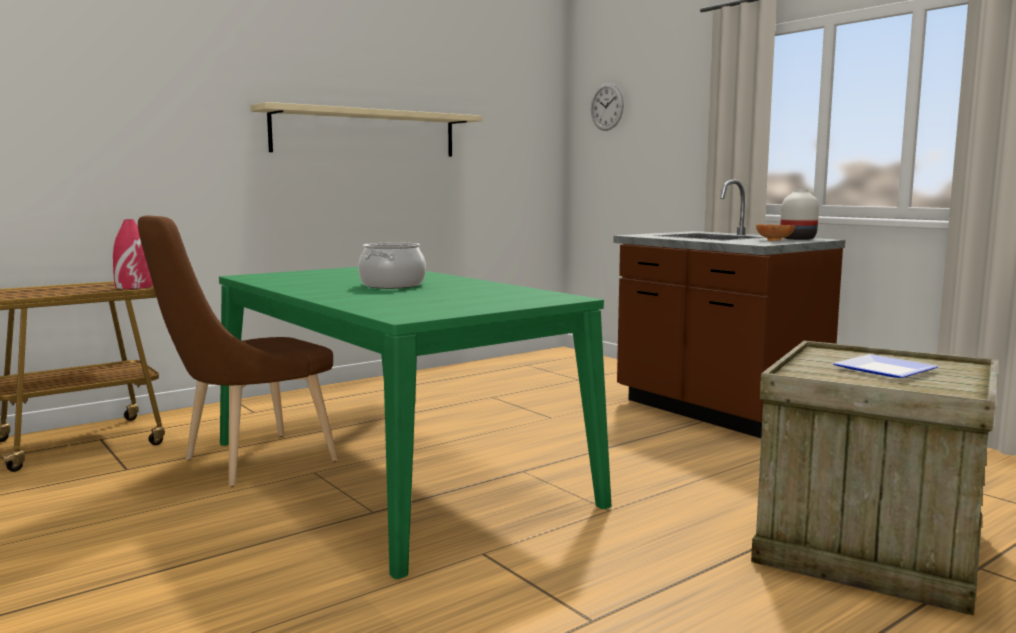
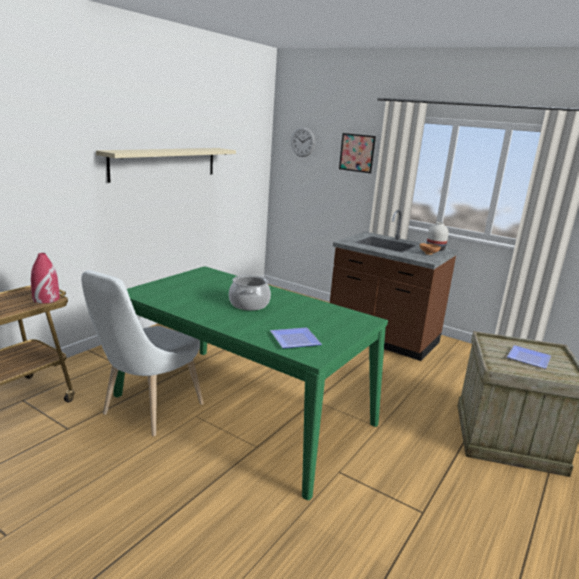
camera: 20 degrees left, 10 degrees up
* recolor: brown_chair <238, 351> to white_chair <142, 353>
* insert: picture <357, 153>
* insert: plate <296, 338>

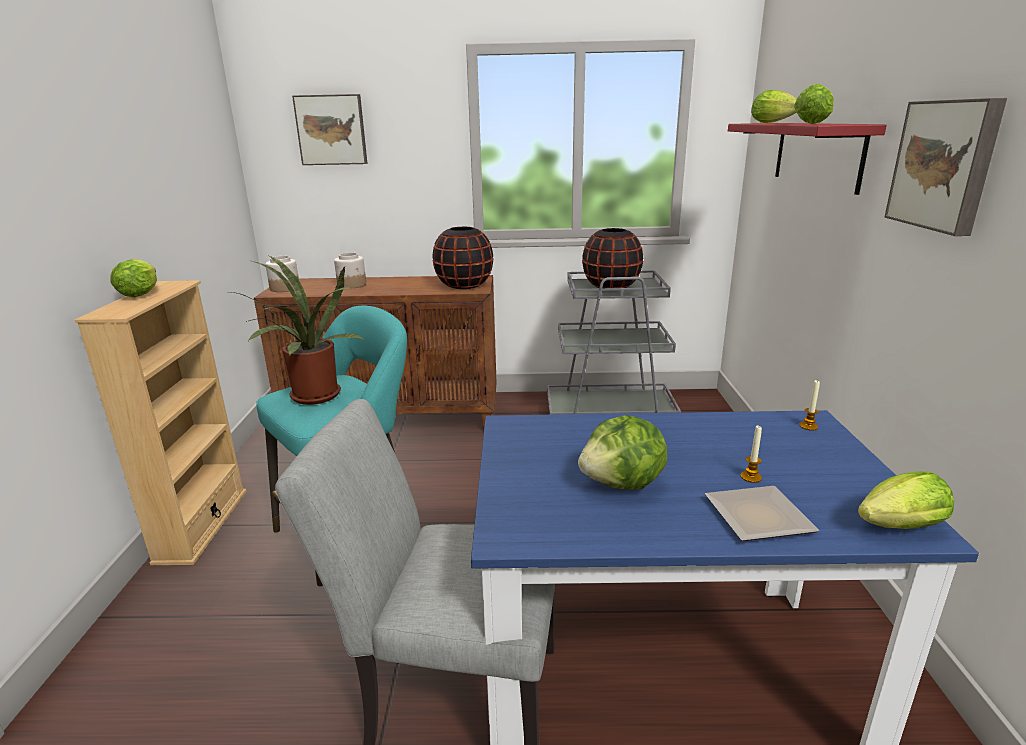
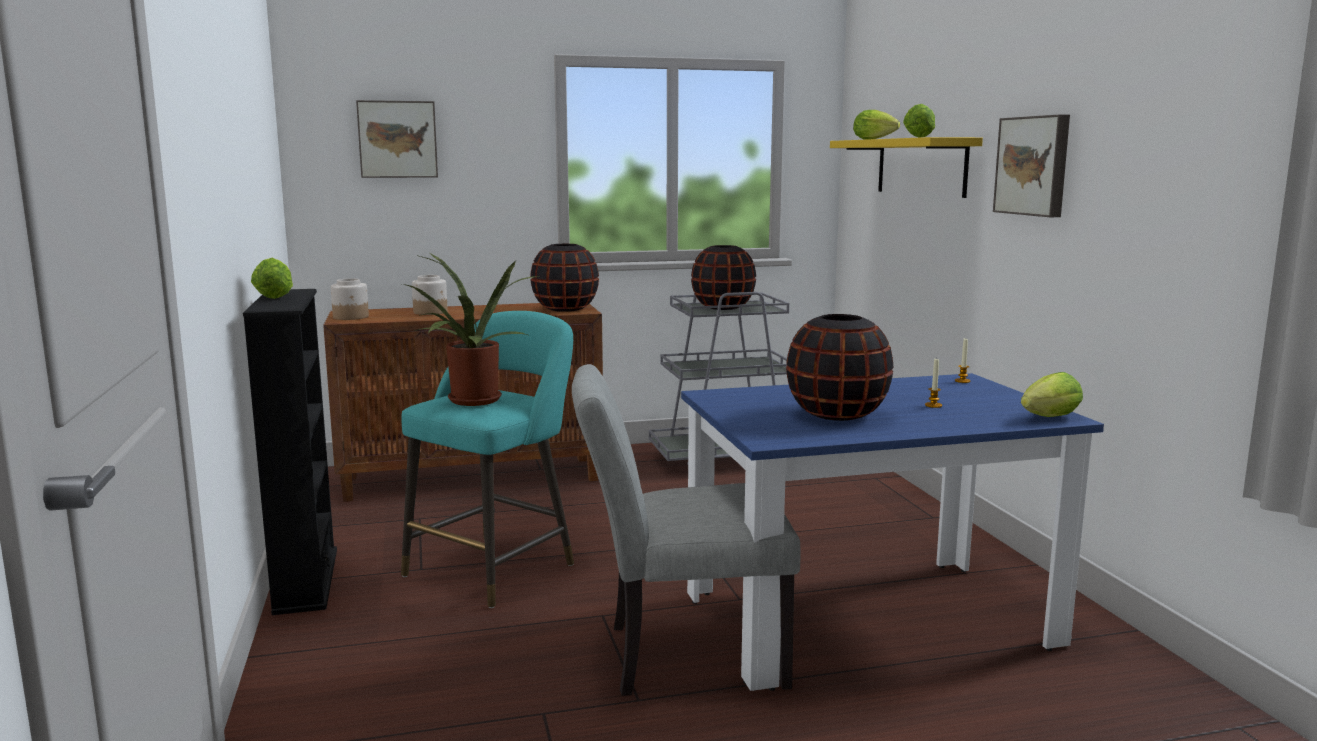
camera: 15 degrees left, 10 degrees down
* recolor: red_shelf <807, 159> to yellow_shelf <906, 167>
* recolor: beige_bookcase <161, 423> to black_bookcase <290, 452>
* replace: lettuce <622, 452> to black_vase <839, 367>
* delete: plate <762, 513>

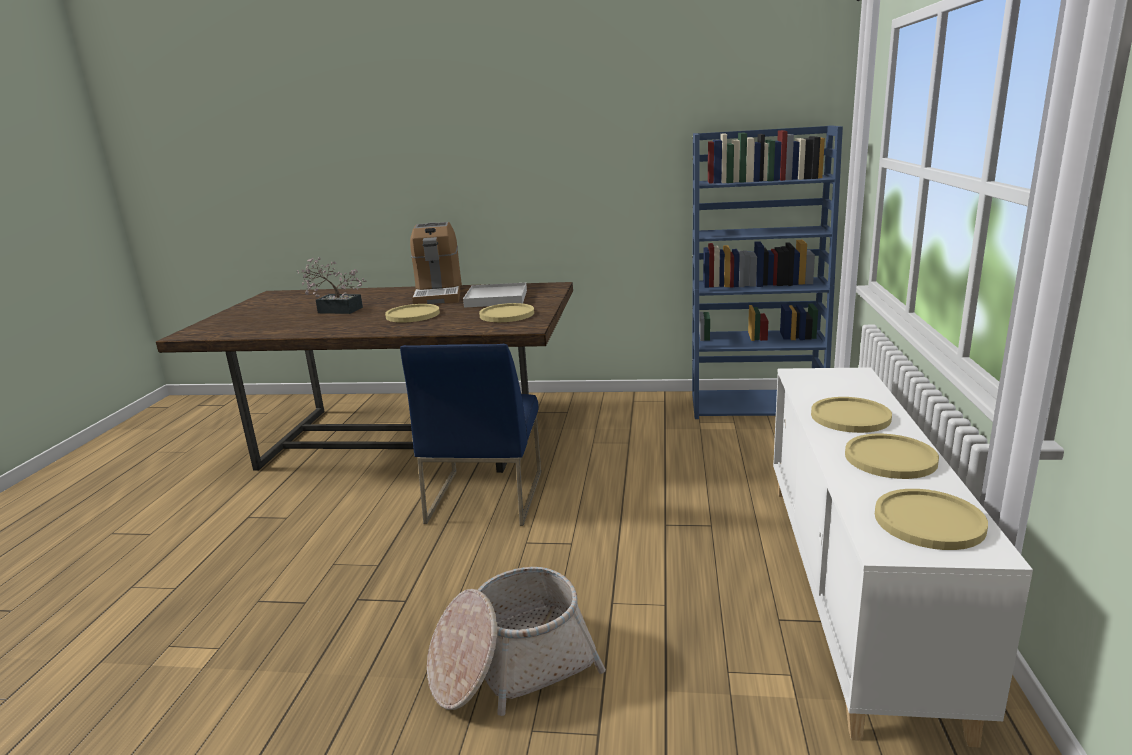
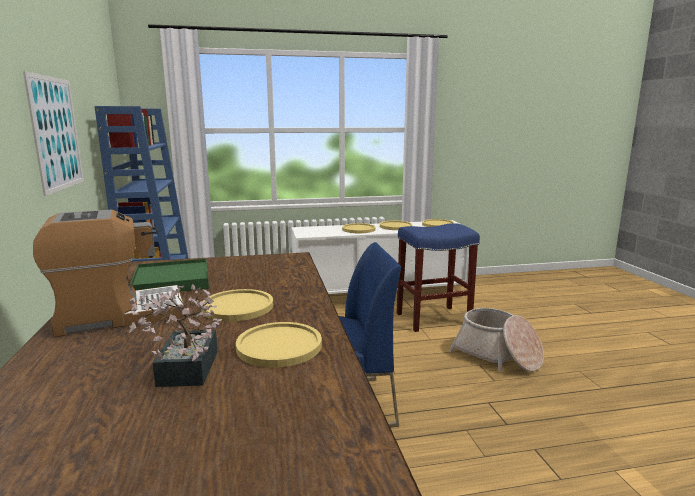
camera: 110 degrees left, 5 degrees down
* recolor: white_tray <495, 295> to green_tray <170, 275>
* move: yellow_plate <506, 312> to <279, 345>
* insert: picture <53, 133>
* insert: blue_stool <438, 277>

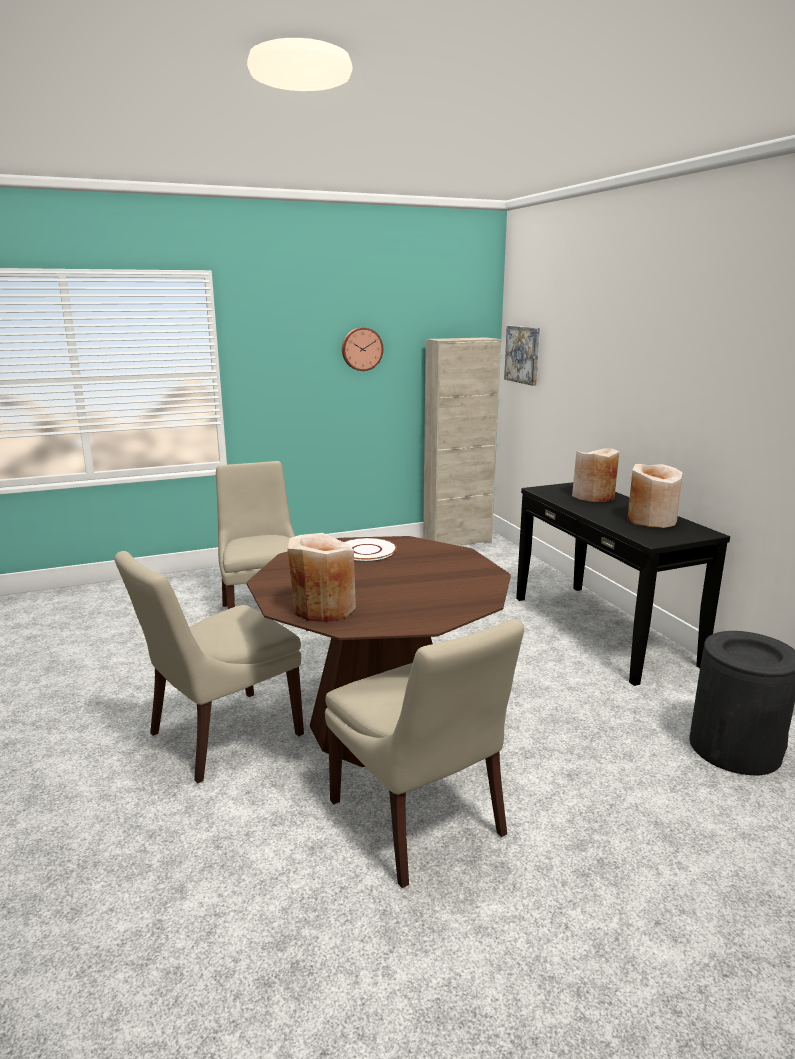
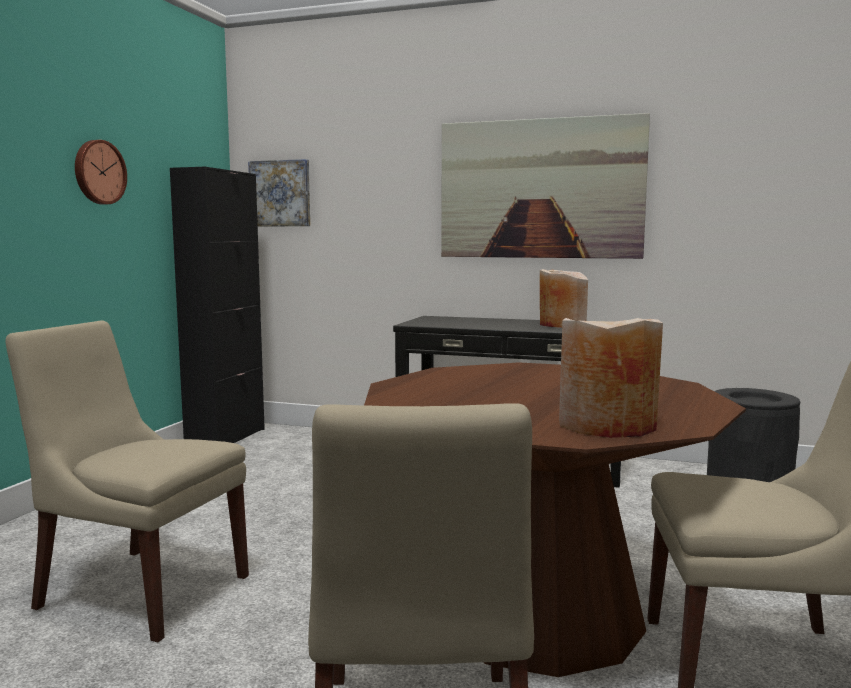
camera: 50 degrees left, 10 degrees down
* recolor: beige_cabinet <462, 441> to black_cabinet <217, 305>
* delete: beige_vase <595, 475>
* delete: white_plate <370, 549>
* insert: picture <545, 186>

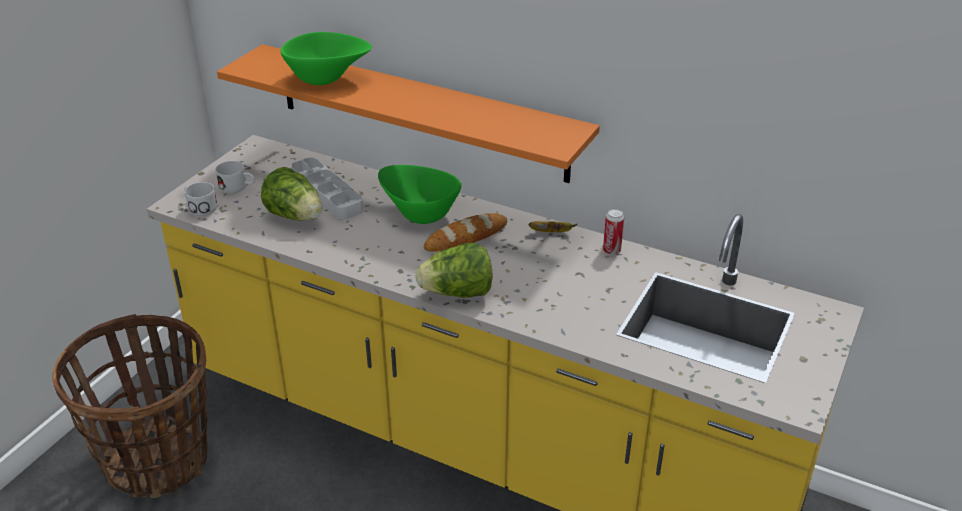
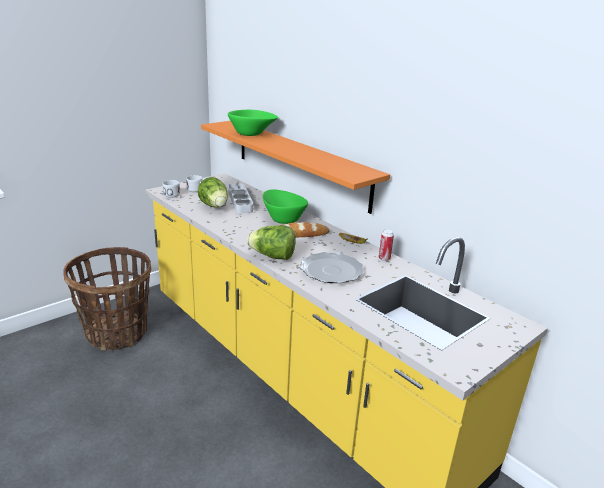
camera: 20 degrees right, 10 degrees down
* insert: plate <332, 267>

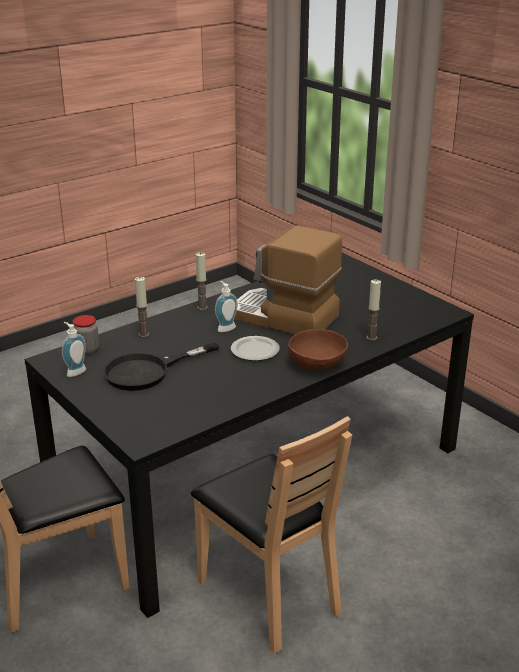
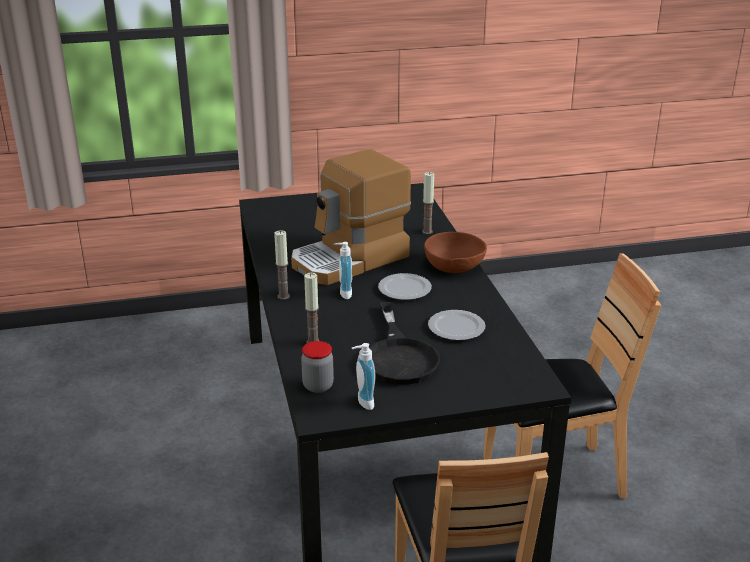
camera: 65 degrees left, 0 degrees up
* insert: plate <457, 325>

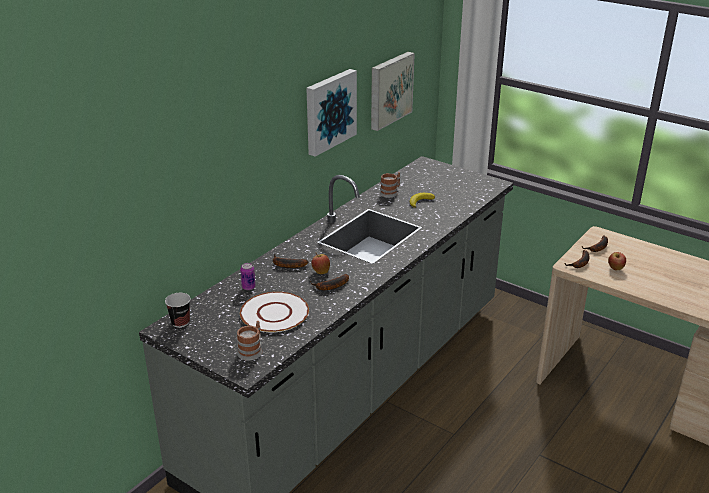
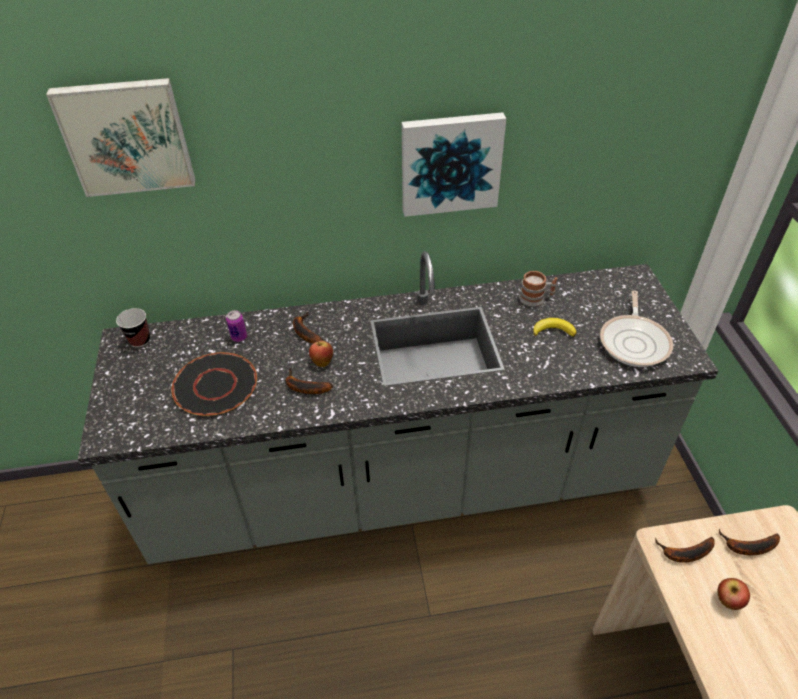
camera: 45 degrees right, 15 degrees up
* move: picture <393, 91> to <120, 137>
* recolor: white_plate <274, 312> to black_plate <214, 384>
* delete: mug <249, 341>
* insert: frying_pan <636, 328>

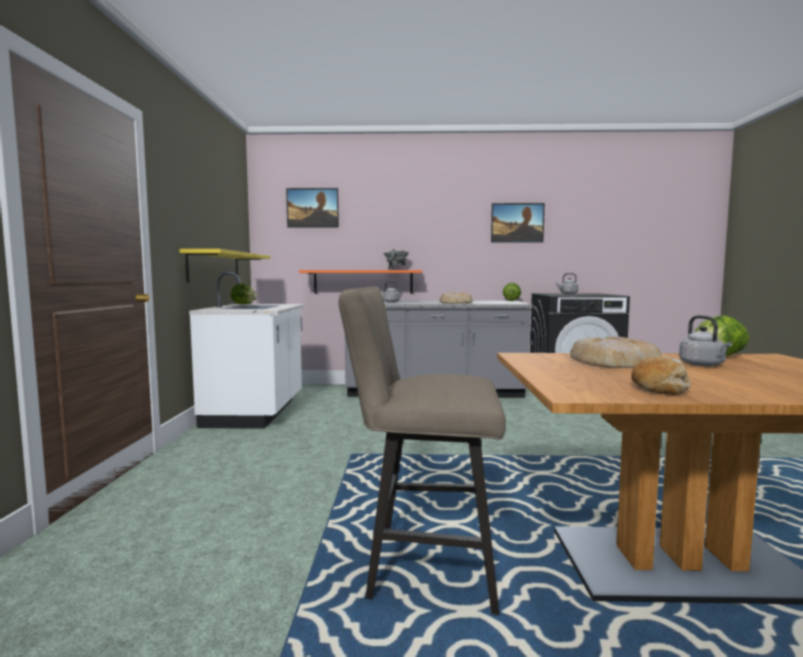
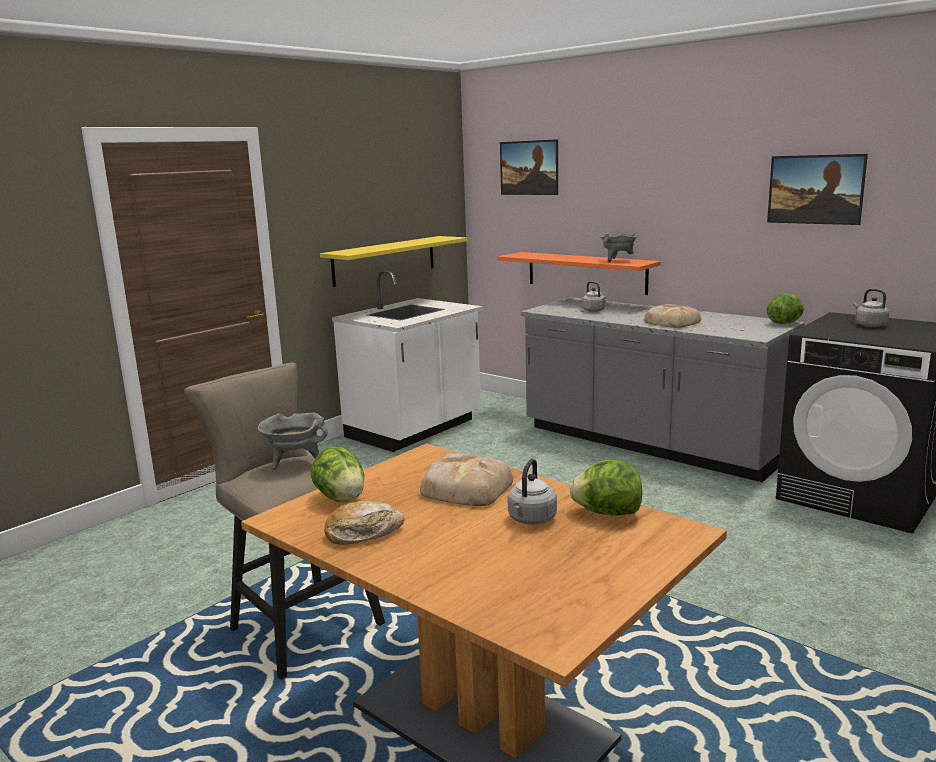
camera: 40 degrees right, 10 degrees up
* move: lettuce <243, 293> to <337, 474>
* insert: grey_cooking_pot <293, 441>

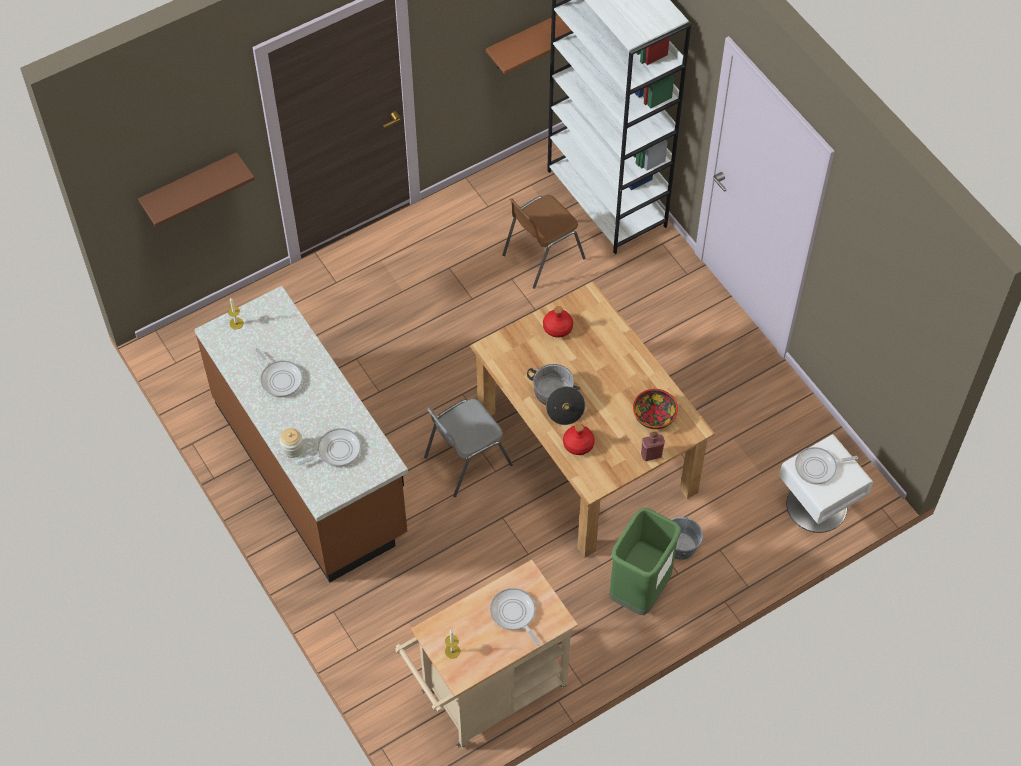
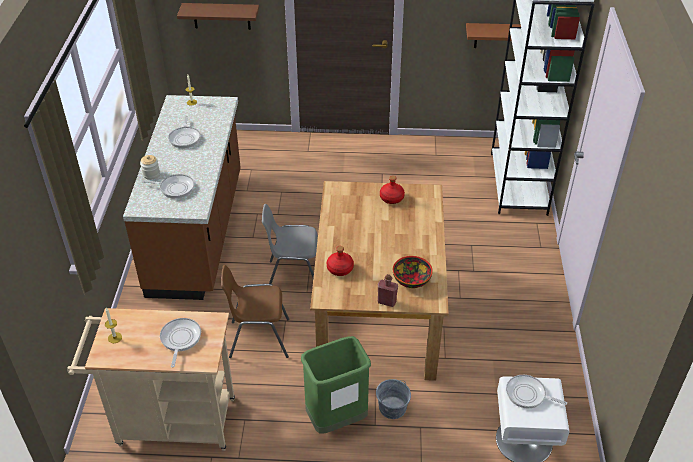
camera: 35 degrees right, 15 degrees down
* move: brown_chair <544, 242> to <255, 311>
* delete: cooking_pot <556, 394>

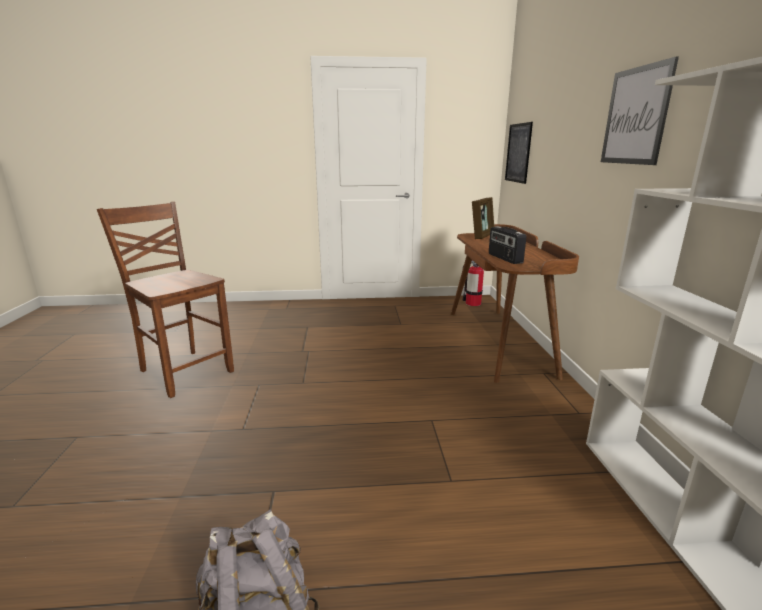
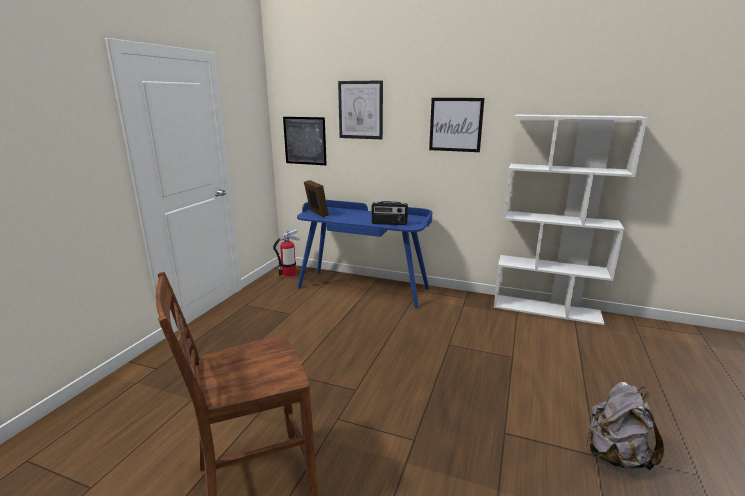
camera: 65 degrees left, 0 degrees up
* recolor: brown_desk <515, 303> to blue_desk <364, 254>
* insert: picture <360, 109>

